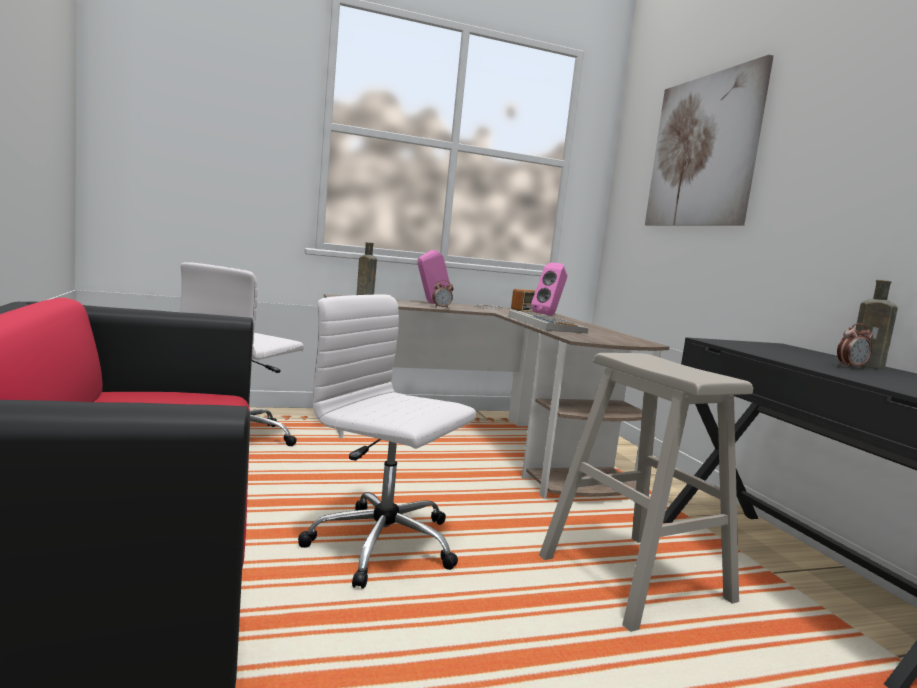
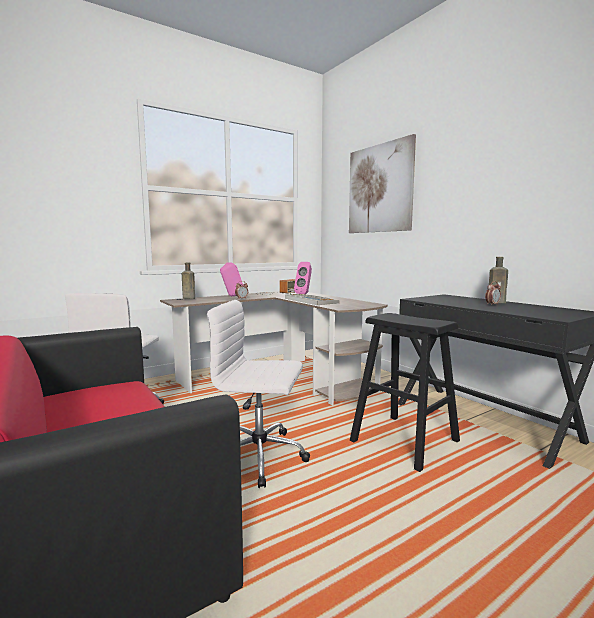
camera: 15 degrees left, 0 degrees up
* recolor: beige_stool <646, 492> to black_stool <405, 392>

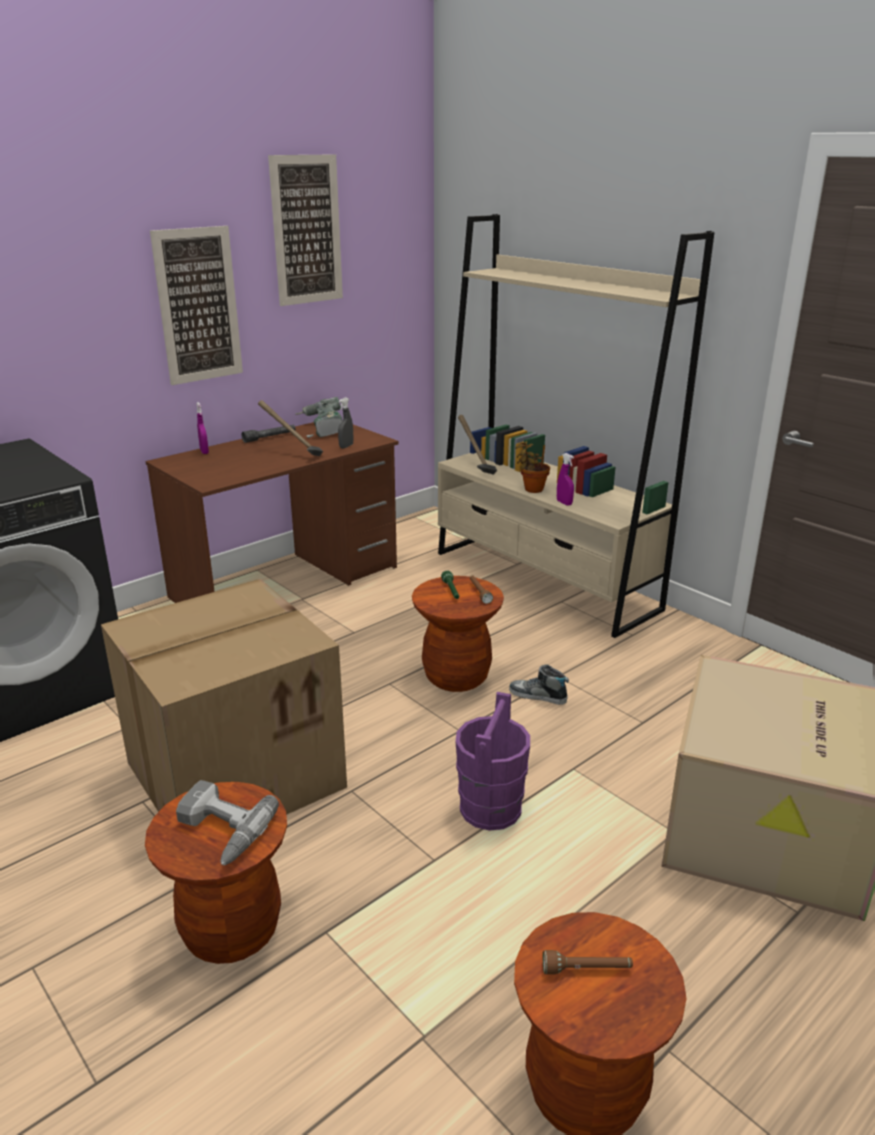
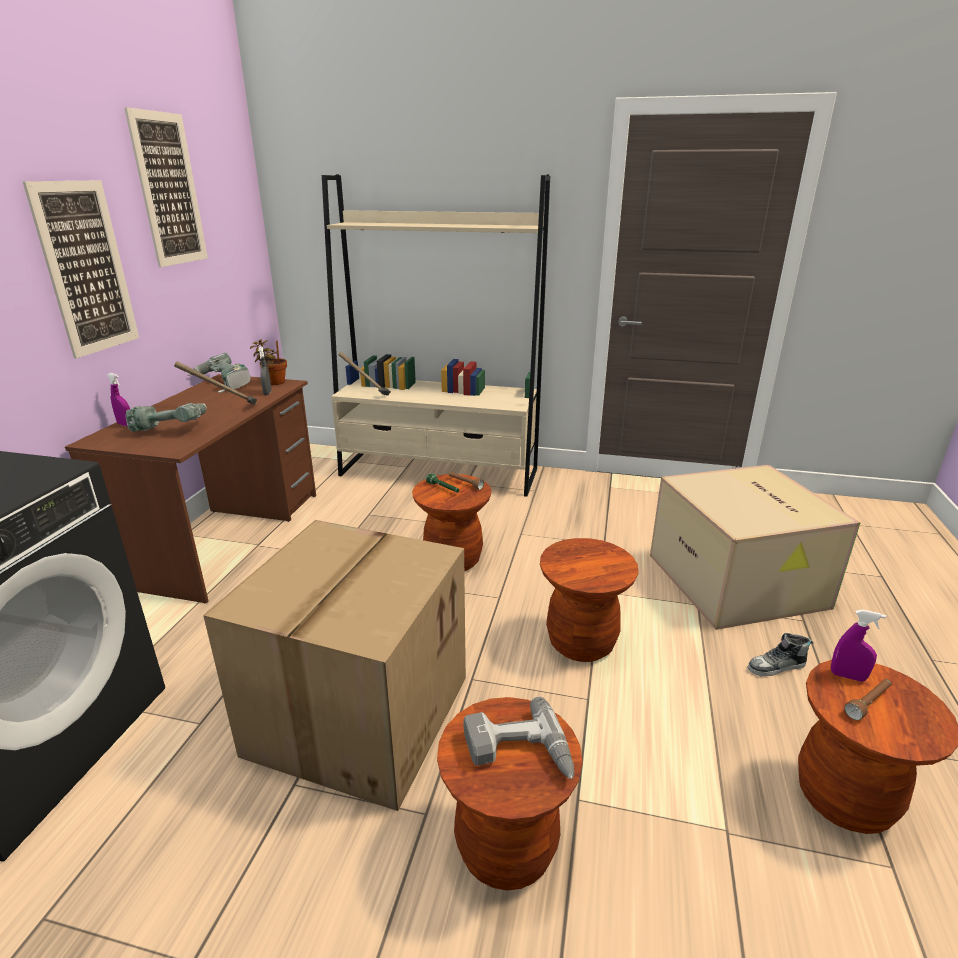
camera: 35 degrees left, 0 degrees up
* delete: grey_flashlight <269, 434>
* move: potted_plant <532, 467> to <268, 362>
* move: purple_spray_bottle <565, 479> to <858, 645>
* move: shoe <539, 685> to <780, 654>
* replace: purple_bucket <492, 761> to brown_stool <589, 600>
* insert: power_drill <166, 417>

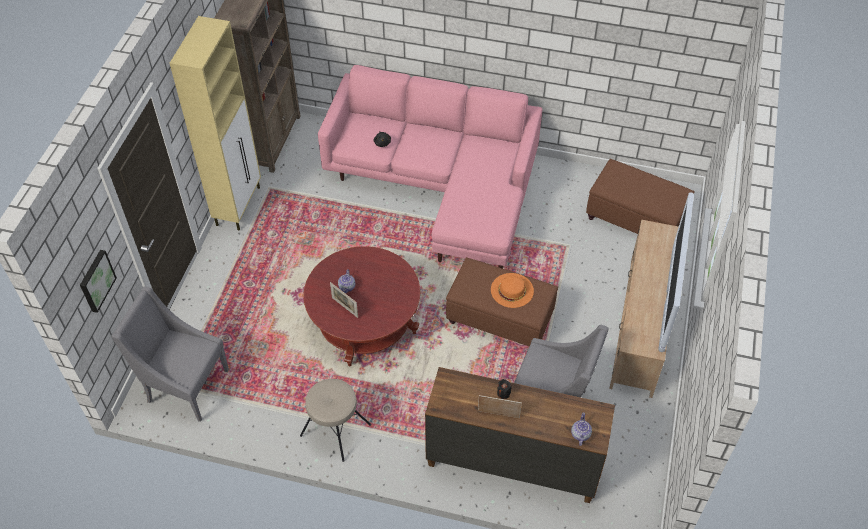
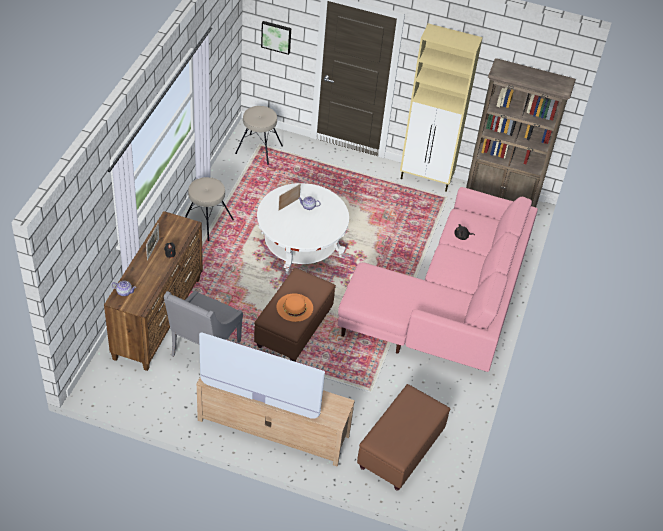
camera: 90 degrees right, 5 degrees down
* recolor: red_coffee_table <362, 306> to white_coffee_table <303, 228>
* replace: grey_armchair <170, 354> to beige_stool <259, 135>

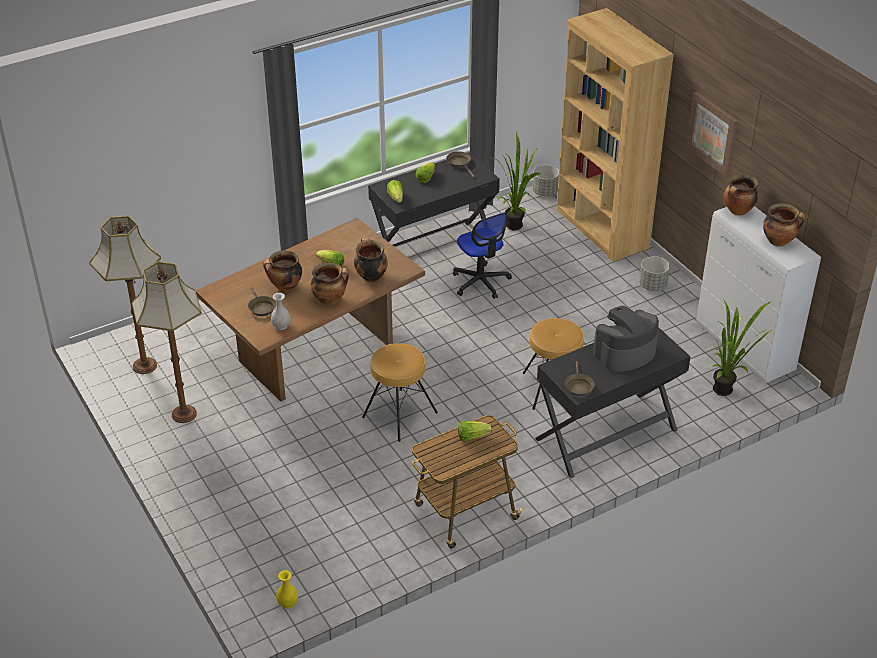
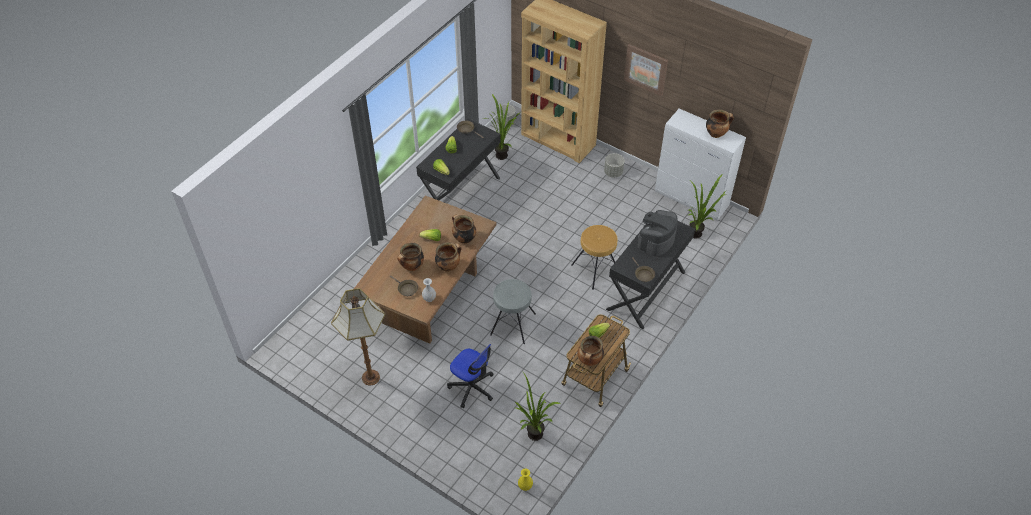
camera: 25 degrees left, 10 degrees up
* move: cooking_pot <741, 195> to <590, 351>
* move: office_chair <482, 255> to <470, 376>
* delete: floor_lamp <125, 295>
* recolor: brown_stool <400, 392> to grey_stool <513, 311>
* insert: potted_plant <538, 407>

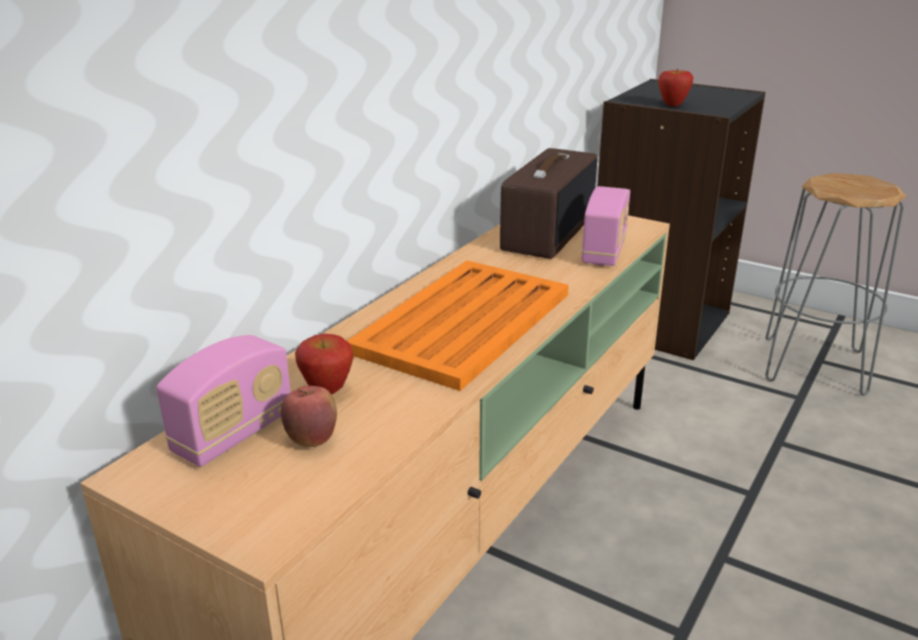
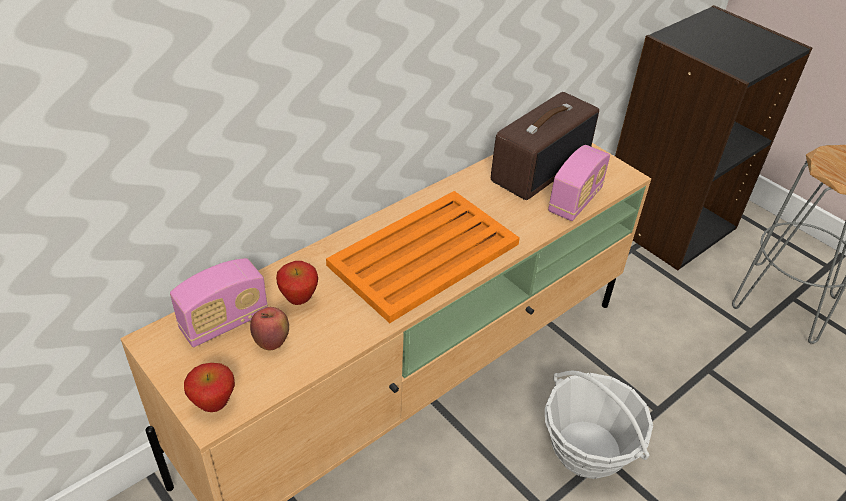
camera: 15 degrees right, 15 degrees up
* move: apple <676, 87> to <209, 387>
* insert: basket <599, 424>

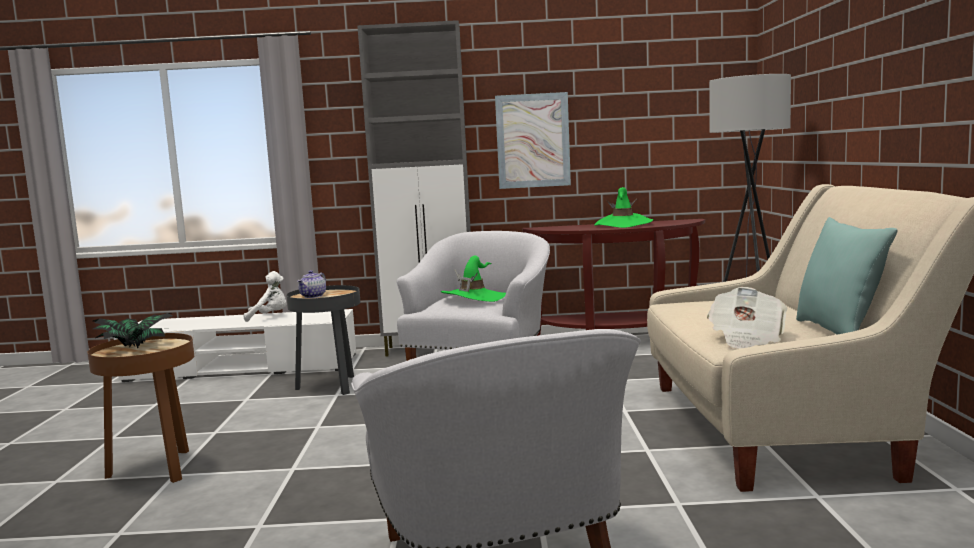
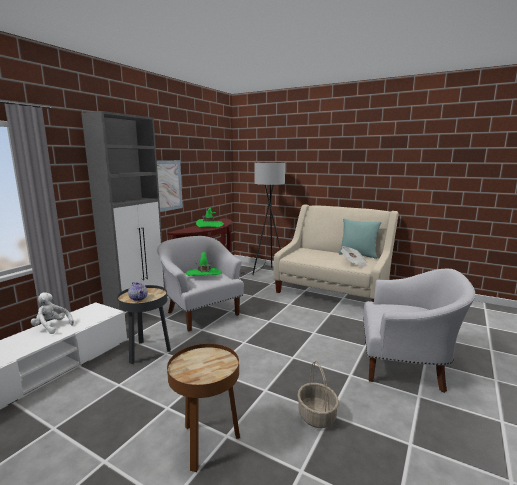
camera: 60 degrees left, 5 degrees up
* rotate: white_plush_toy <265, 296> = <52, 313> 90 degrees counterclockwise
* delete: potted_plant <132, 331>
* insert: basket <318, 394>

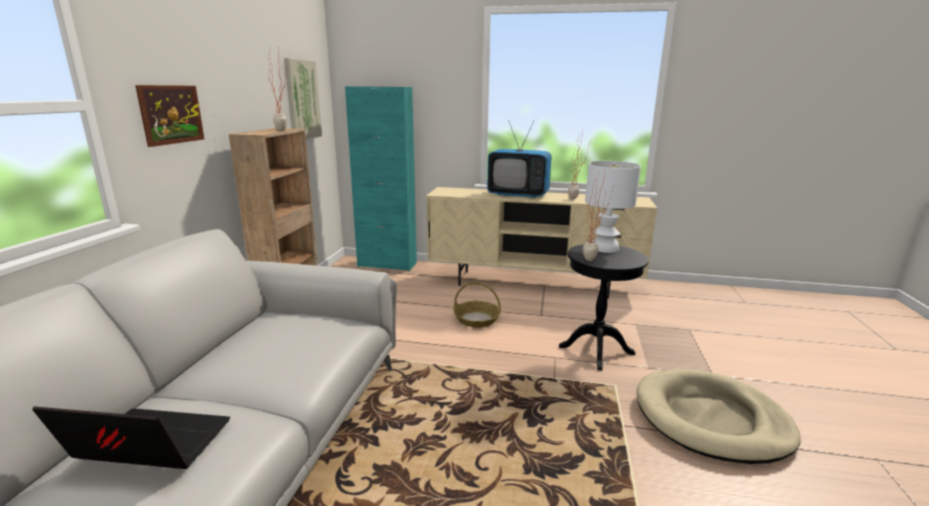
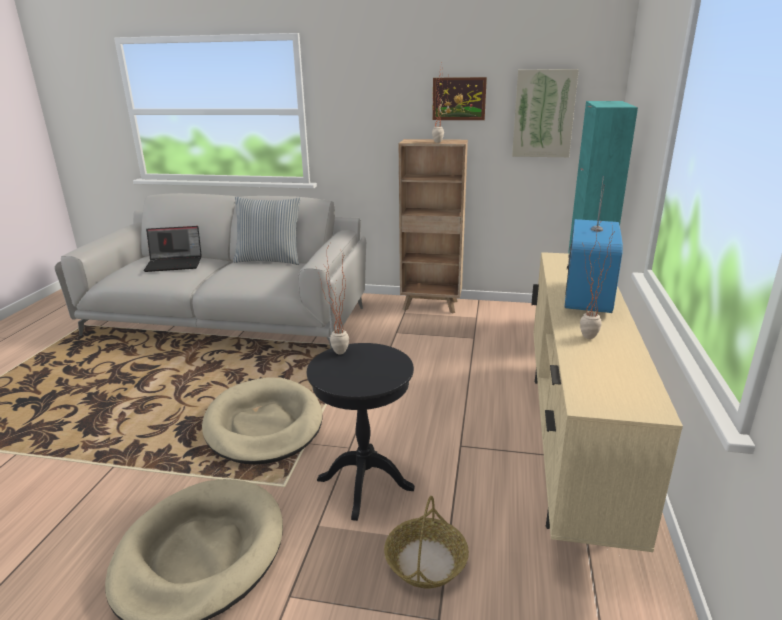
camera: 90 degrees right, 5 degrees up
* move: picture <169, 116> to <459, 98>
* delete: white_table_lamp <613, 207>
* move: basket <477, 305> to <426, 542>
* rotate: laptop <131, 438> = <172, 249> 75 degrees clockwise
* insert: pillow <267, 231>
* insert: beige_dog_bed <262, 421>

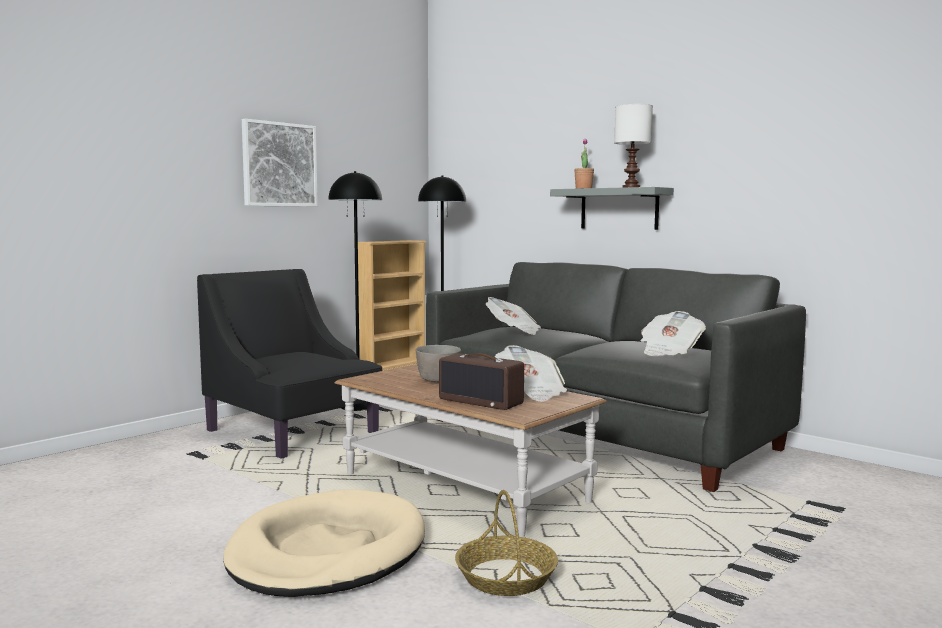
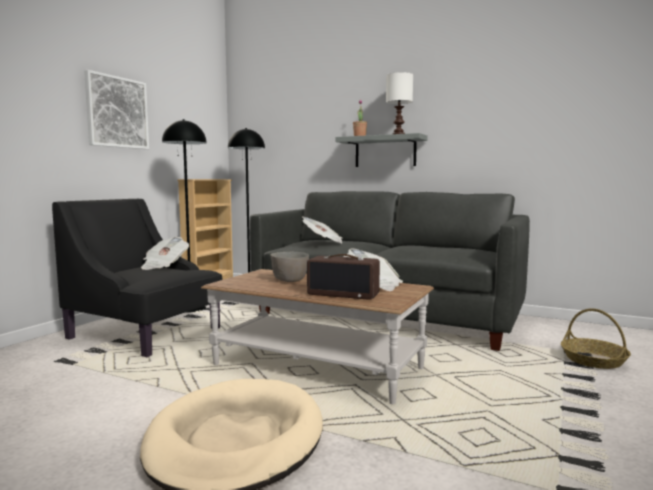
camera: 15 degrees left, 0 degrees up
* move: newspaper <673, 333> to <165, 253>
* move: basket <506, 543> to <596, 338>

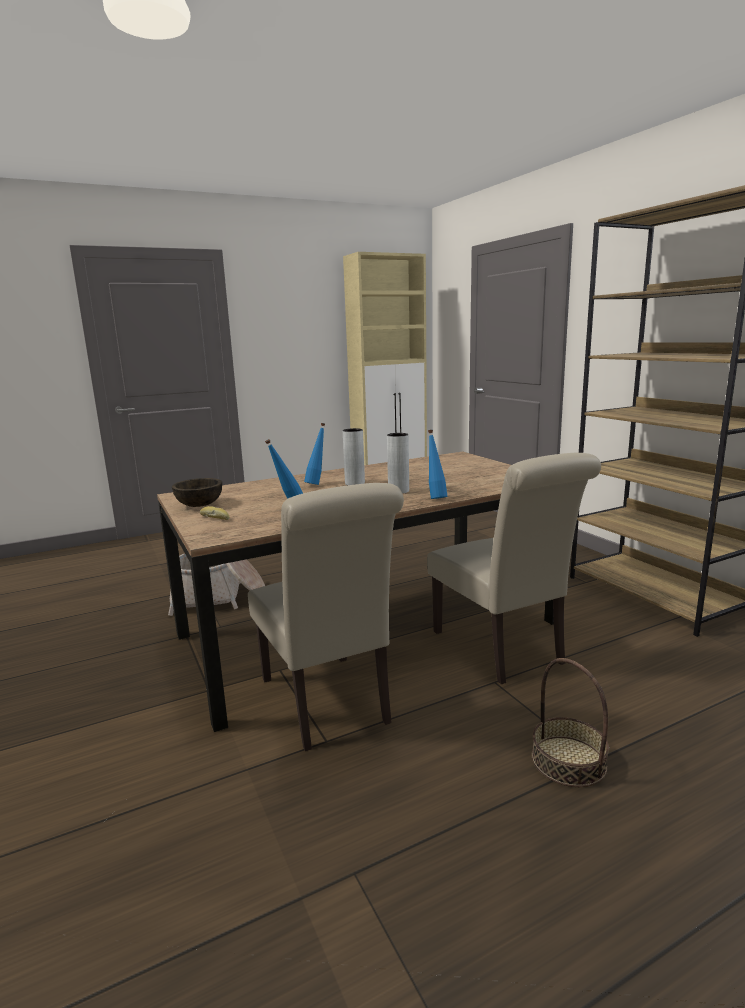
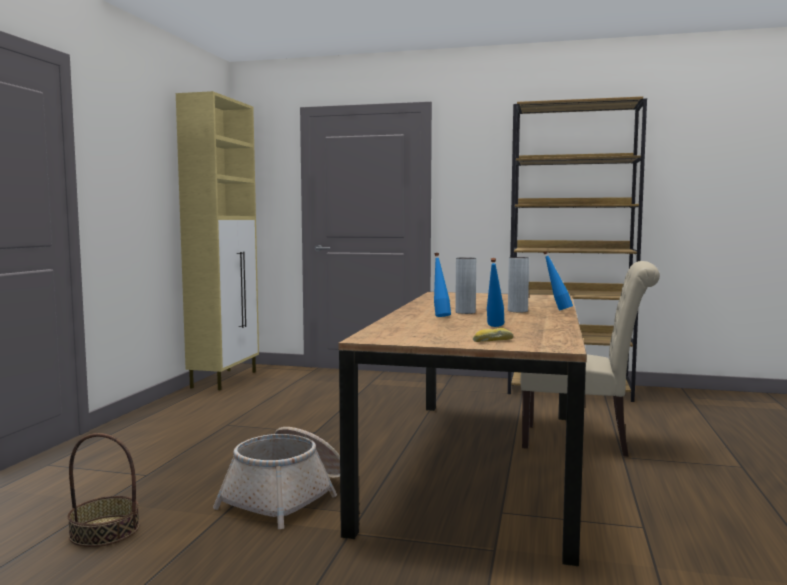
camera: 50 degrees left, 10 degrees down
* delete: brown_bowl <197, 492>
* delete: beige_chair <326, 617>
* move: basket <570, 722> to <104, 490>

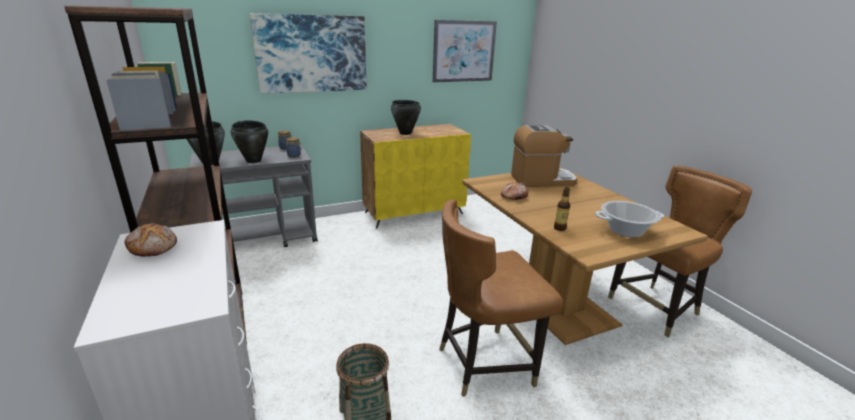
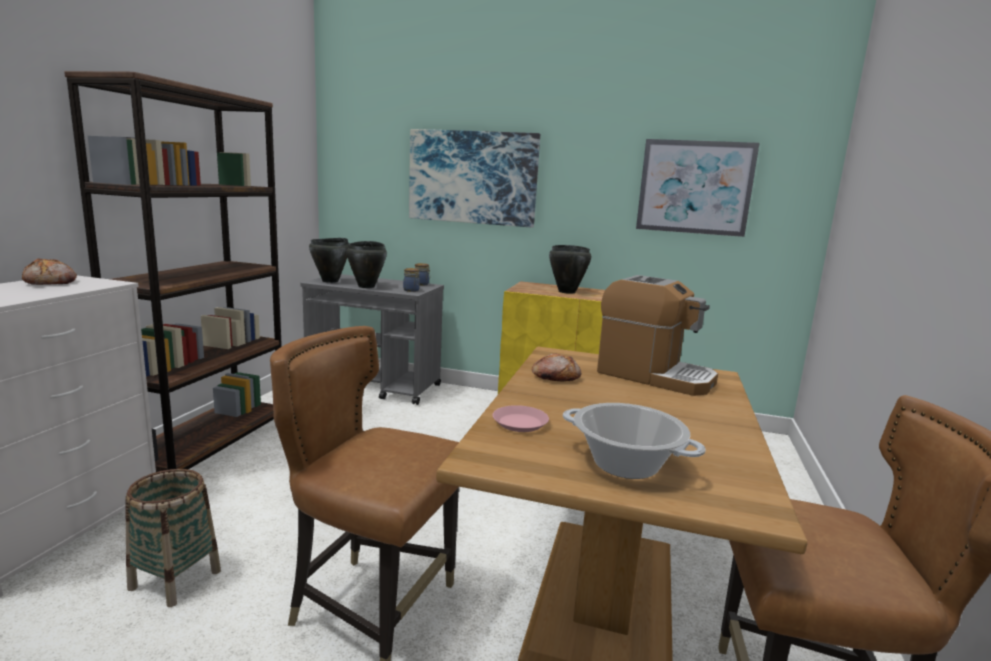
camera: 40 degrees right, 10 degrees down
* replace: bottle <562, 209> to pink_plate <520, 418>

